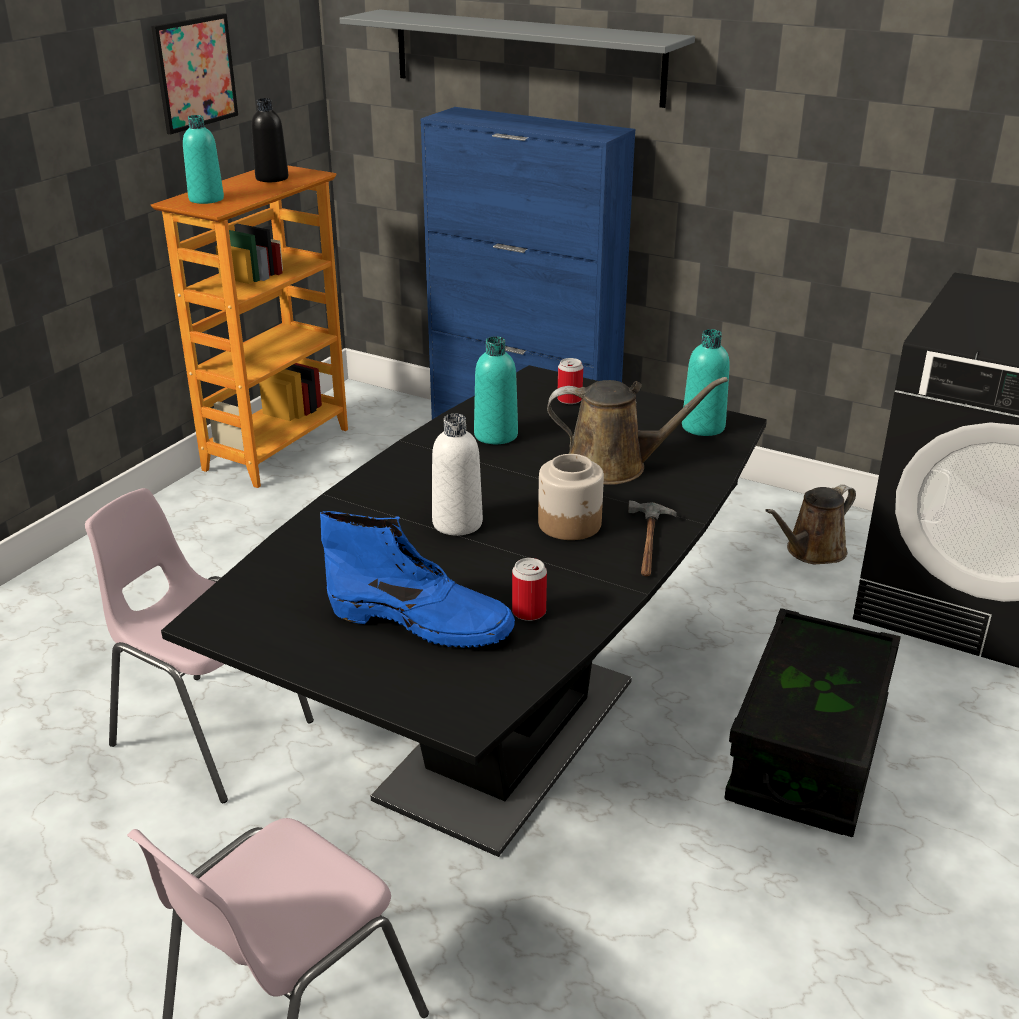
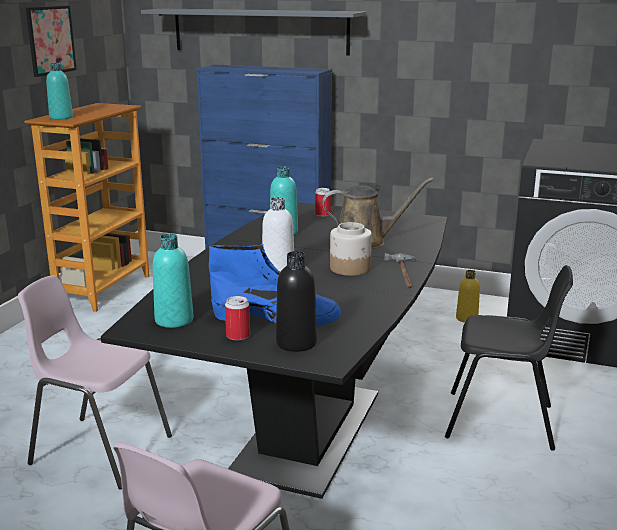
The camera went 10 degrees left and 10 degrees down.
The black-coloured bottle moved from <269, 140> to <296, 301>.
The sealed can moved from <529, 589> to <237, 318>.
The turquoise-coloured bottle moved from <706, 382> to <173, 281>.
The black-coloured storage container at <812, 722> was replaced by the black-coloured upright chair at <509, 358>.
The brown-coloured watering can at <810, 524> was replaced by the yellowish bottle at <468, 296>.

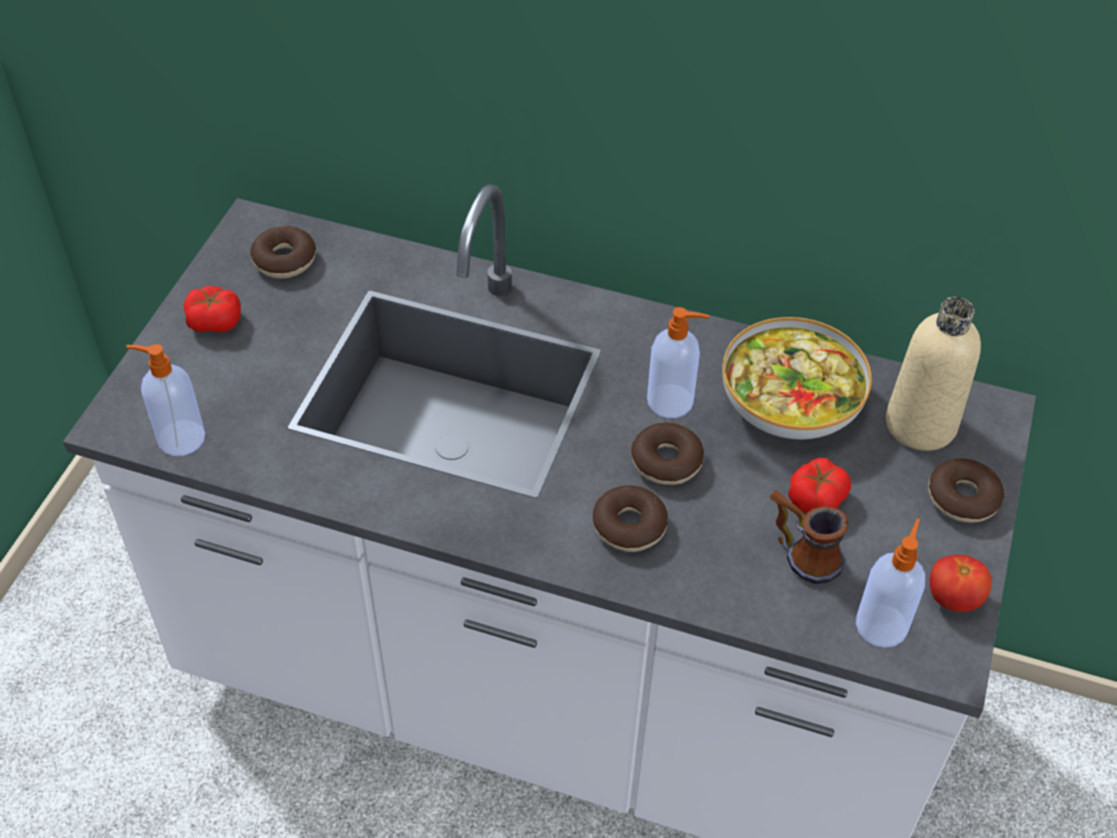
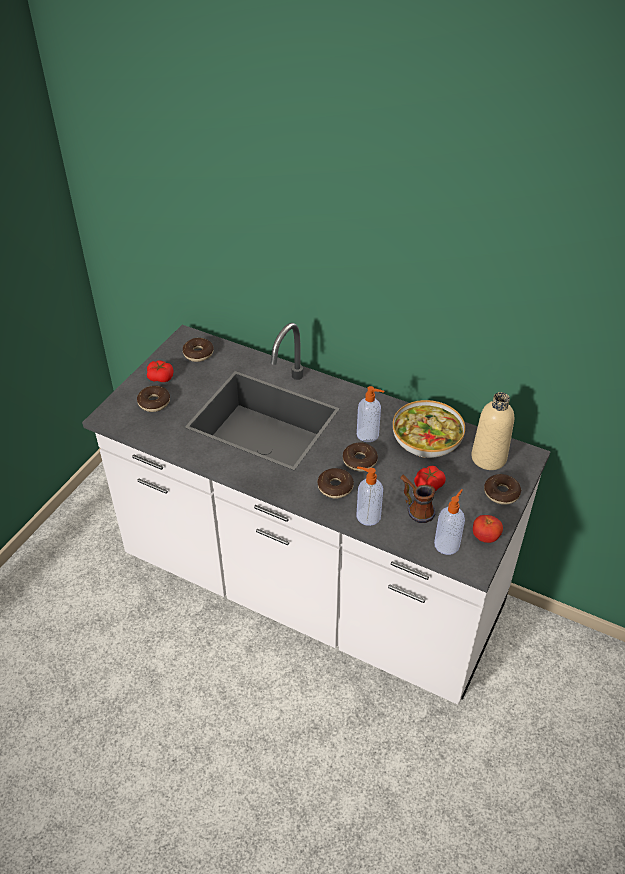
The camera went 10 degrees right and 5 degrees down.
The soap bottle moved from <165, 400> to <369, 496>.
The doughnut at <153, 399> appeared.

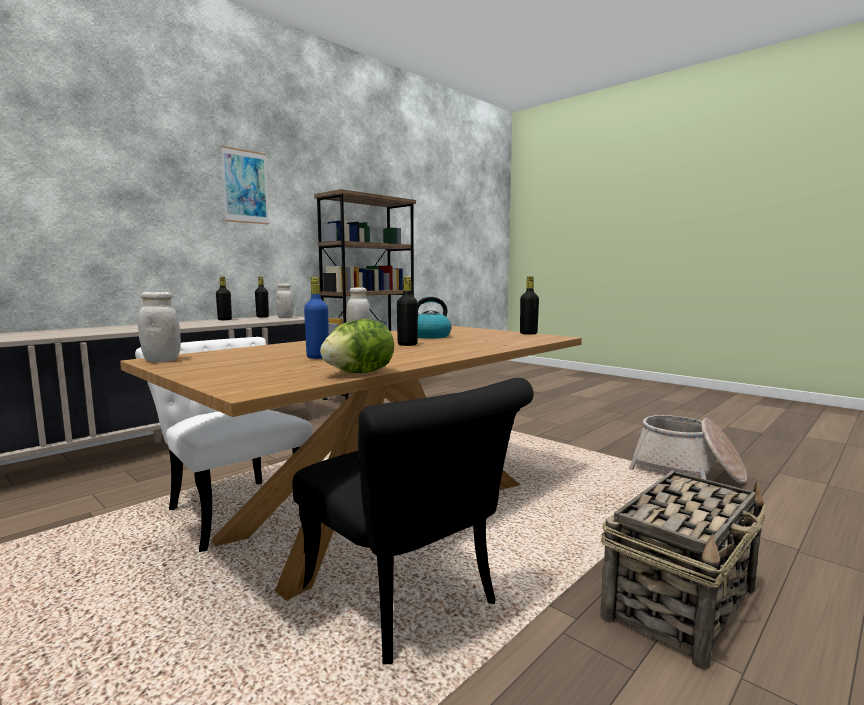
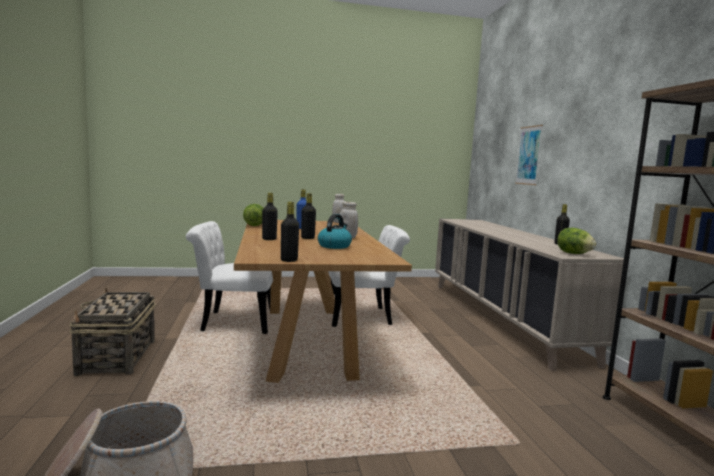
The camera went 125 degrees right and 0 degrees up.
The wall picture moved from <245, 185> to <529, 155>.
The black-coloured bottle moved from <262, 296> to <270, 216>.
The white-coloured preserve jar at <284, 300> was replaced by the lettuce at <576, 241>.
The black-coloured upright chair at <412, 521> became the white-coloured upright chair at <229, 277>.

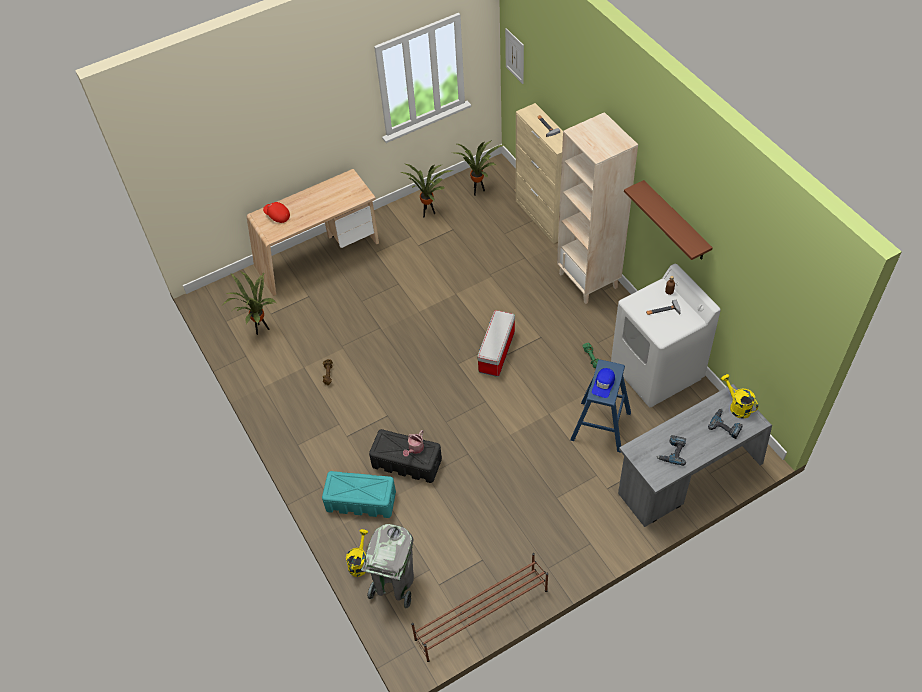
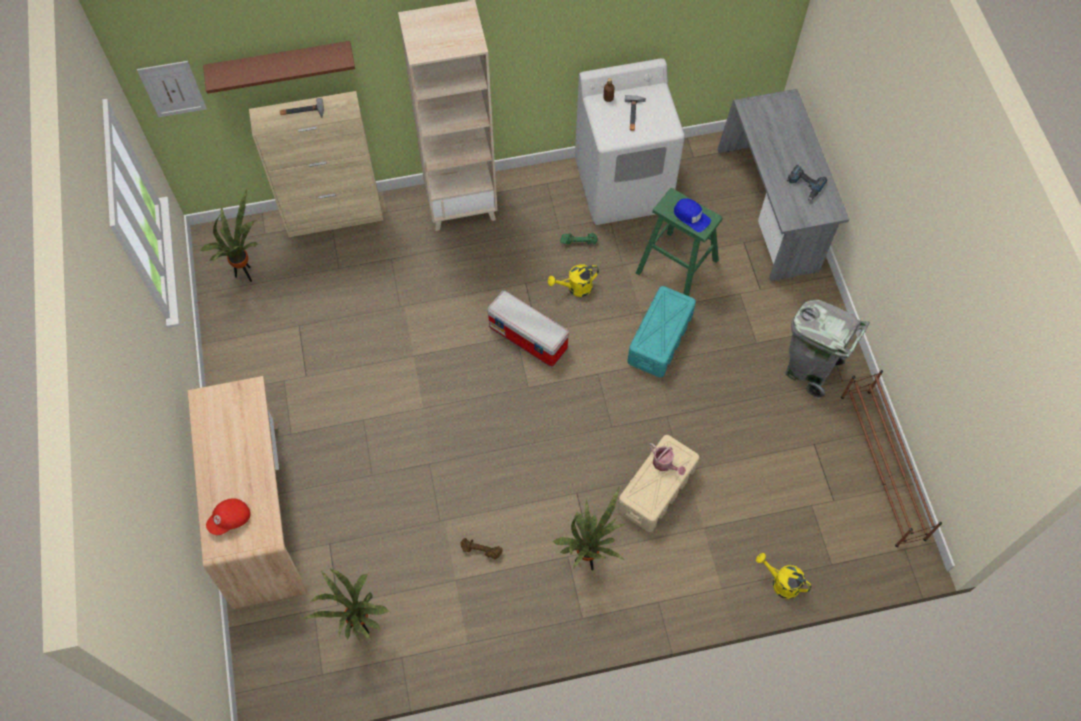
The camera went 75 degrees left and 10 degrees up.
The turquoise-coloured storage container moved from <359, 494> to <661, 332>.
The greyish trash can moved from <387, 566> to <827, 349>.
The black-coloured storage container at <405, 456> became the beige-coloured storage container at <658, 483>.
The houseplant moved from <426, 190> to <588, 528>.
The blue-coloured stool seat at <600, 406> became the greenish stool seat at <679, 242>.
The brown-coloured shelf moved from <668, 220> to <279, 67>.
The power drill at <725, 423> disappeared.
The yellowish watering can moved from <739, 396> to <573, 280>.

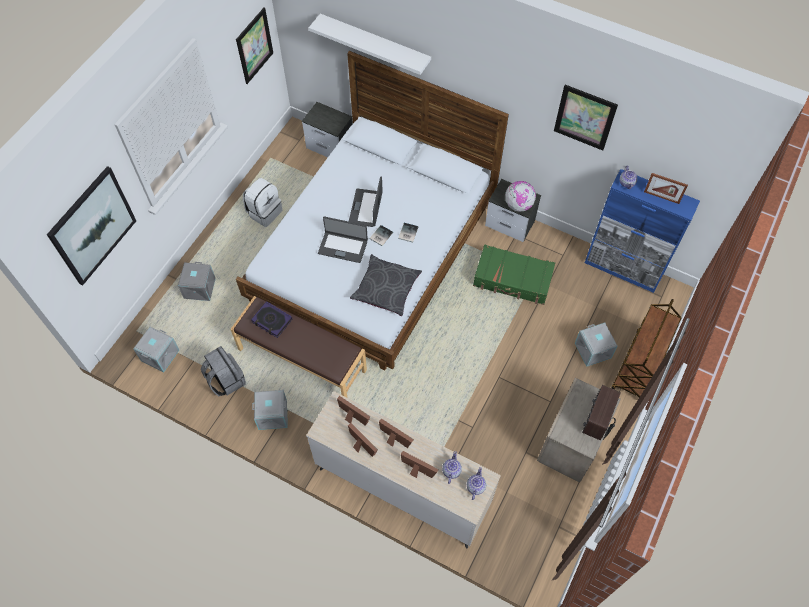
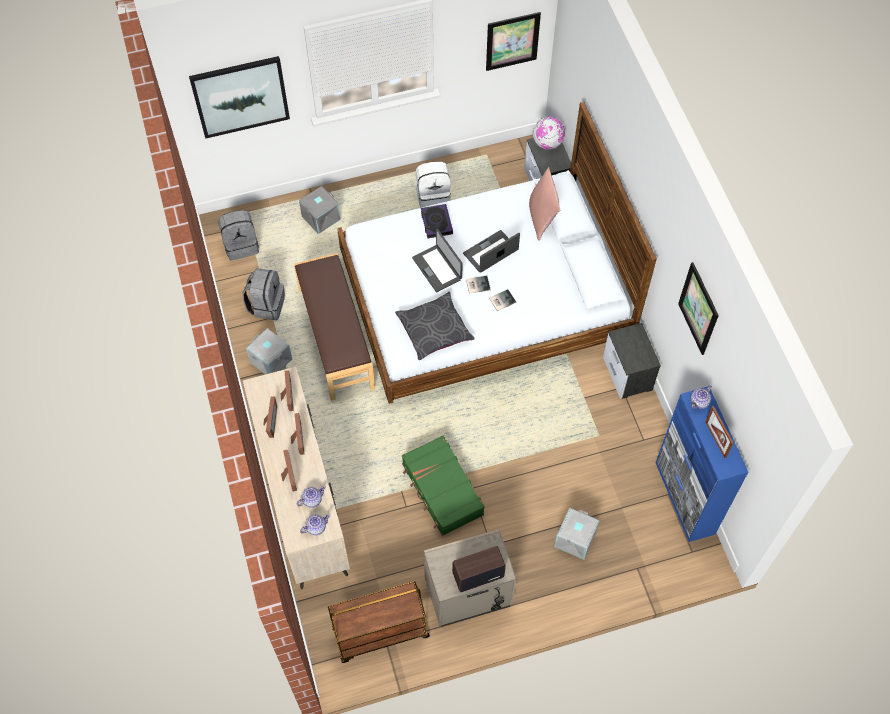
The camera went 45 degrees right and 0 degrees up.
The greyish storage container at <156, 349> was replaced by the greyish backpack at <238, 235>.
The volume moved from <272, 319> to <437, 221>.
The white-coloured shelf at <370, 44> disappeared.
The greenish travel case moved from <514, 275> to <443, 486>.
The desk globe moved from <520, 196> to <549, 133>.
The brown-coloured cart moved from <646, 348> to <379, 622>.
The pinkish pillow at <544, 204> appeared.

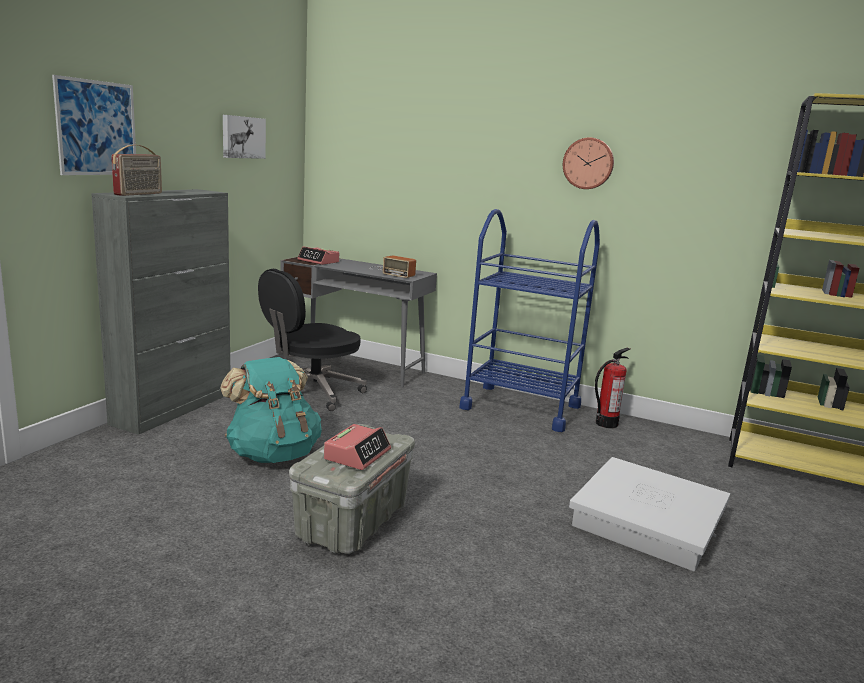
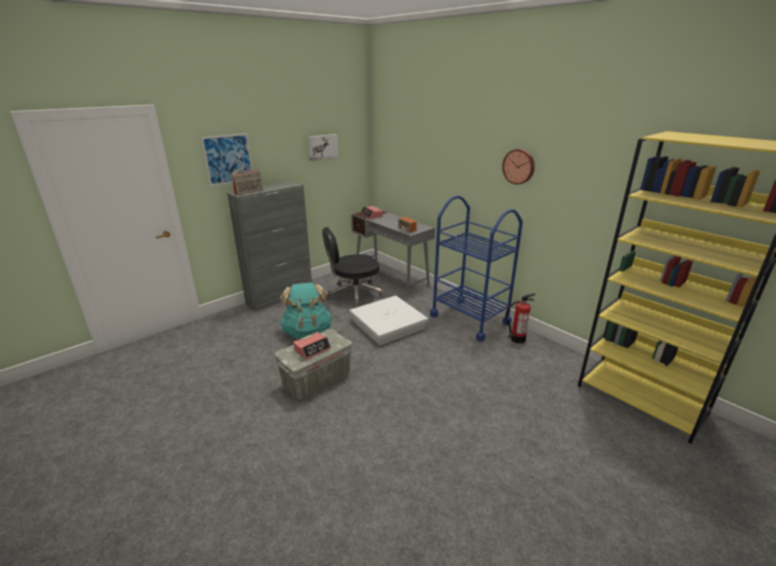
The camera went 25 degrees right and 10 degrees up.
The white-coloured storage container moved from <649, 514> to <389, 320>.

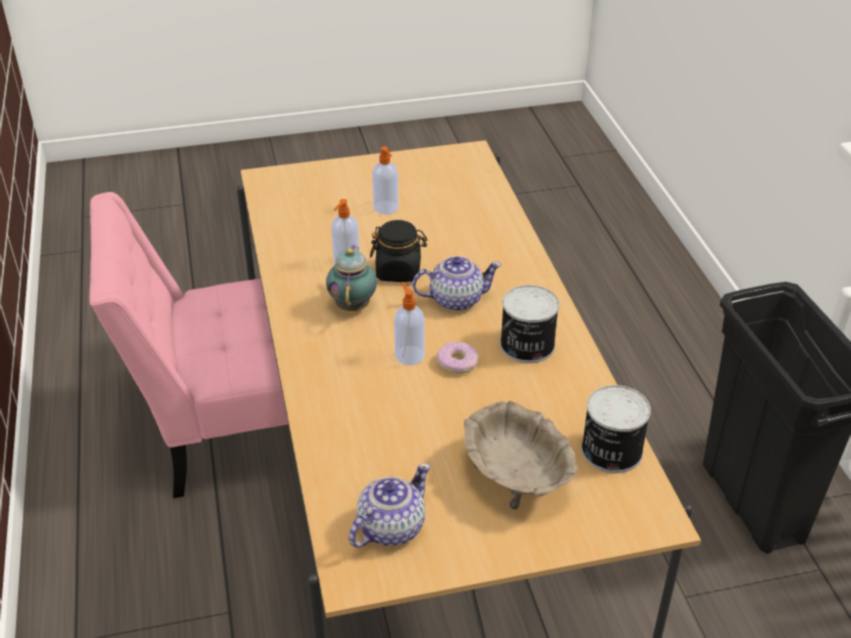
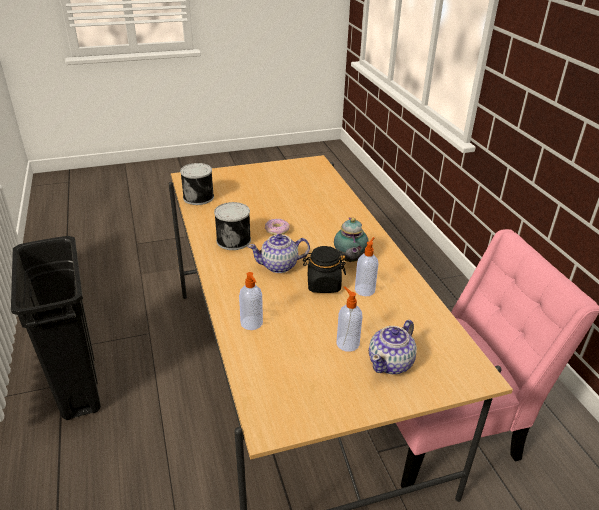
The camera went 175 degrees right and 5 degrees down.
The tea pot moved from <389, 505> to <393, 347>.
The soap bottle moved from <409, 323> to <251, 301>.
The beige-coloured bowl at <521, 455> disappeared.

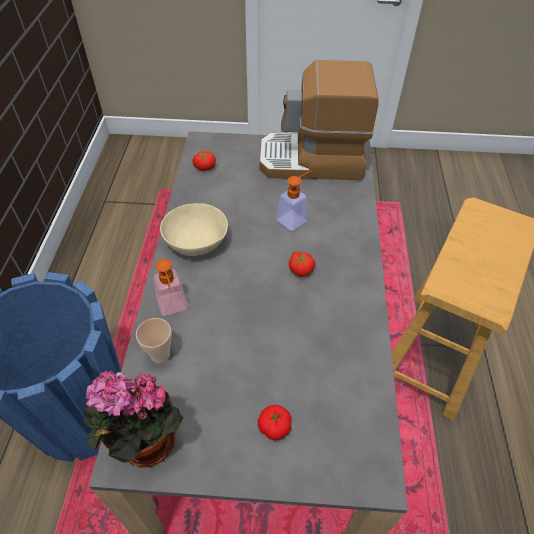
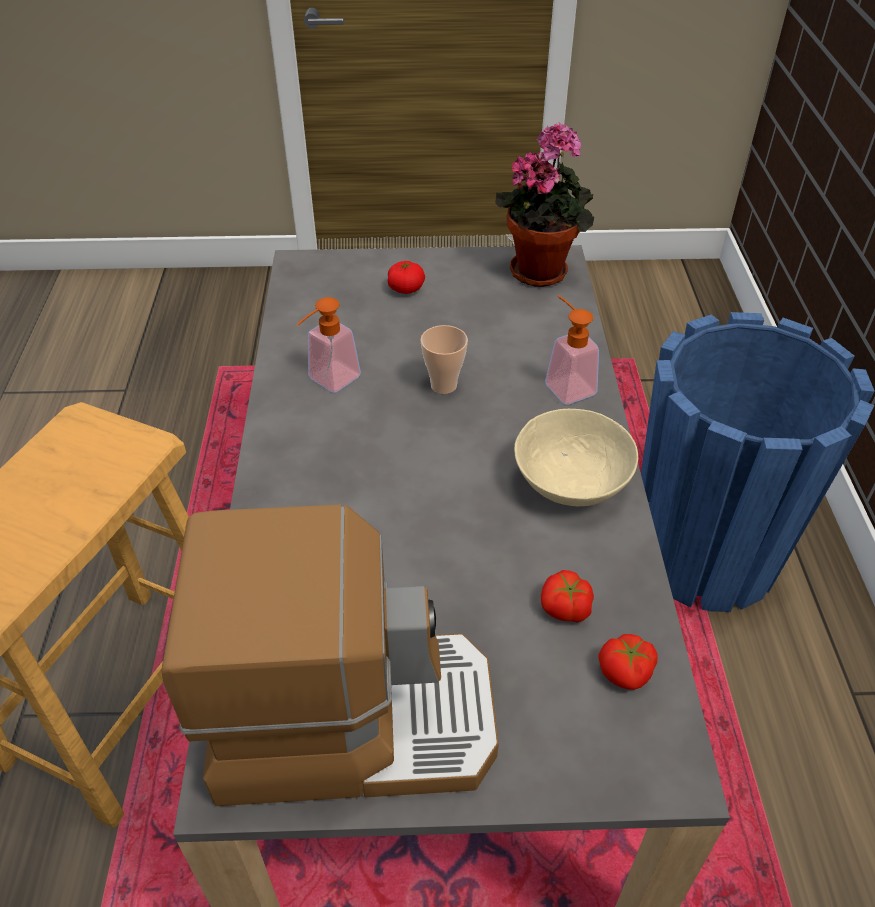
The camera went 175 degrees right and 5 degrees down.
The cup moved from <154, 340> to <444, 359>.
The soap bottle moved from <294, 201> to <329, 345>.
The whole tomato moved from <302, 264> to <567, 596>.

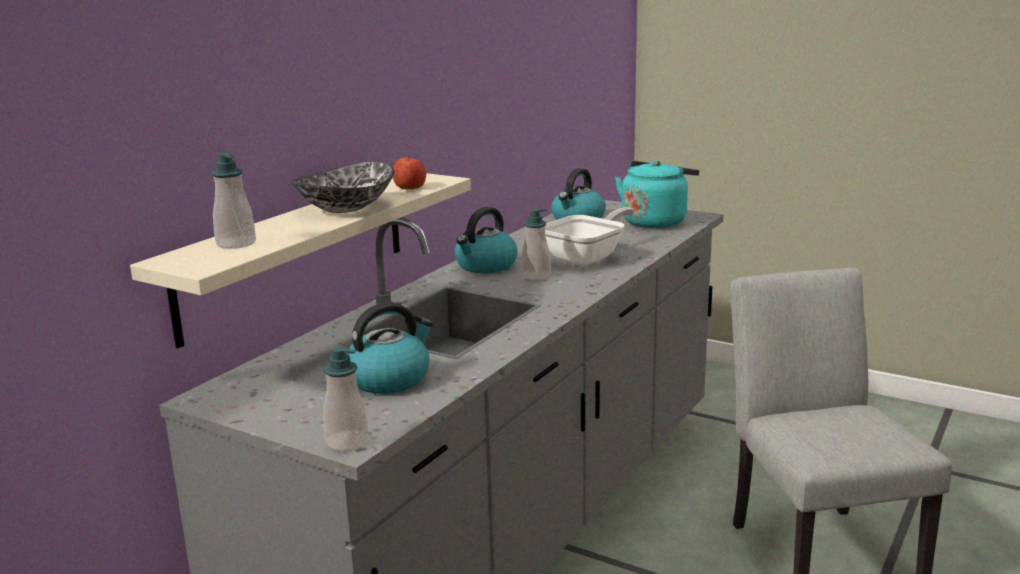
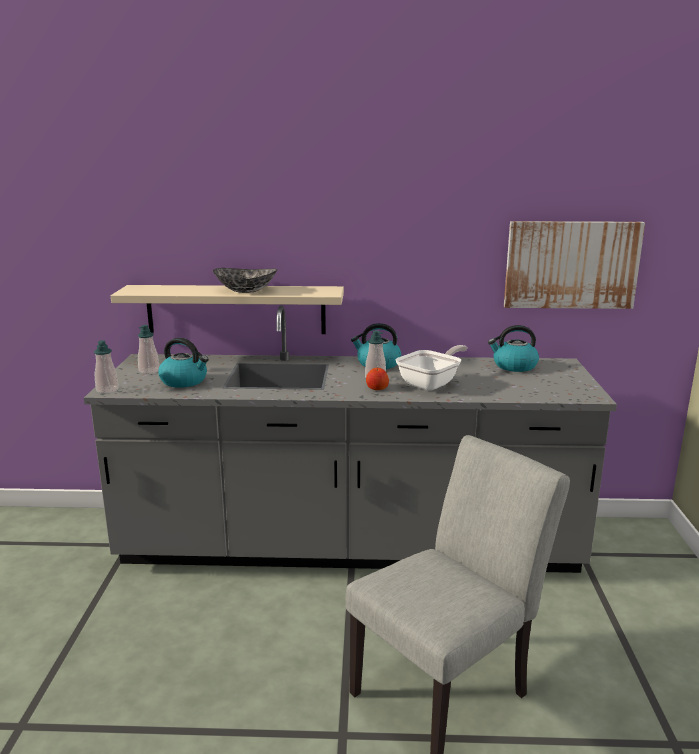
The camera went 60 degrees right and 0 degrees up.
The soap bottle moved from <234, 201> to <148, 349>.
The whole apple moved from <409, 172> to <377, 379>.
The frying pan at <589, 236> turned 60 degrees counterclockwise.
The turquoise-coloured kettle at <657, 194> disappeared.
The wall picture at <574, 265> appeared.

